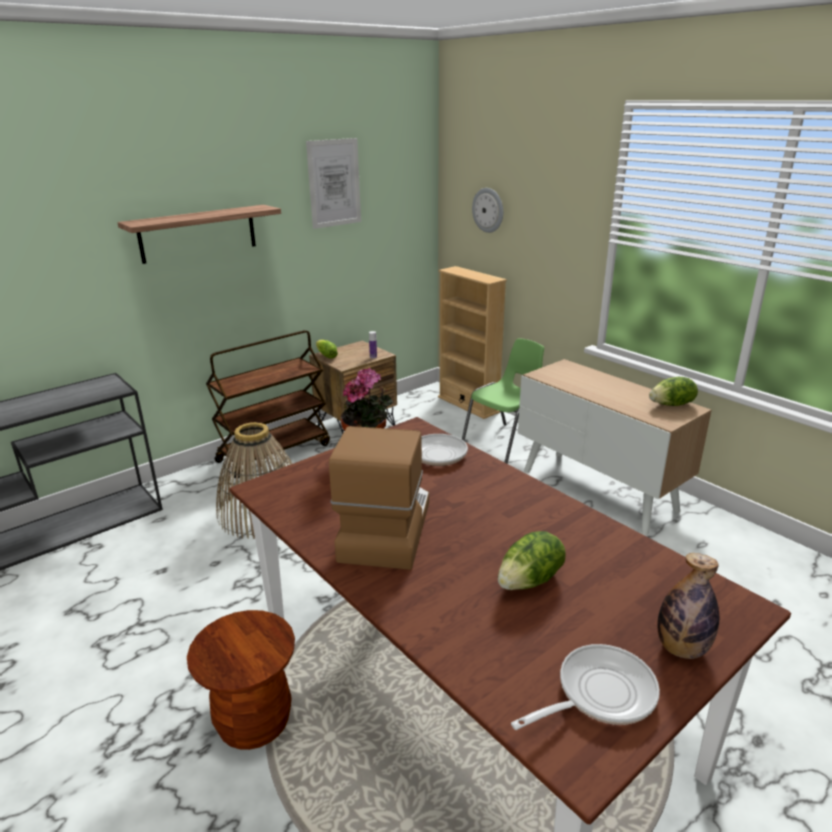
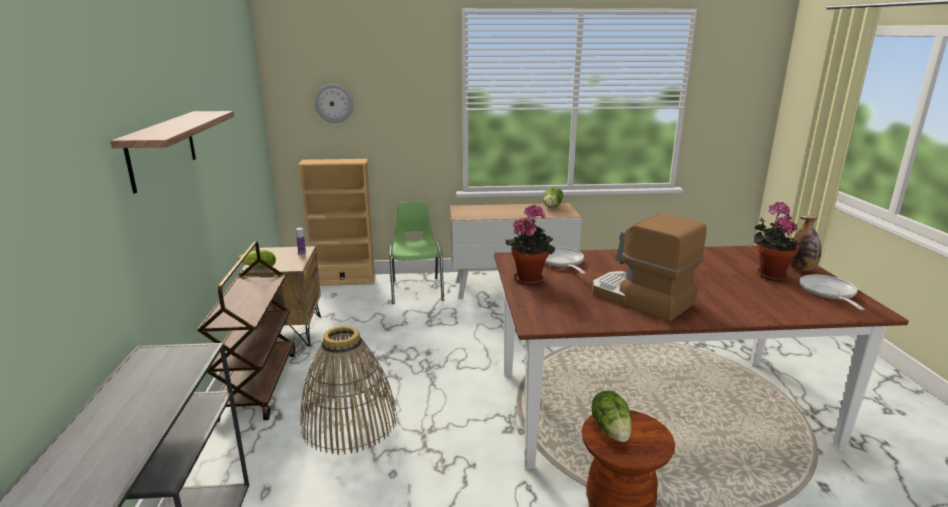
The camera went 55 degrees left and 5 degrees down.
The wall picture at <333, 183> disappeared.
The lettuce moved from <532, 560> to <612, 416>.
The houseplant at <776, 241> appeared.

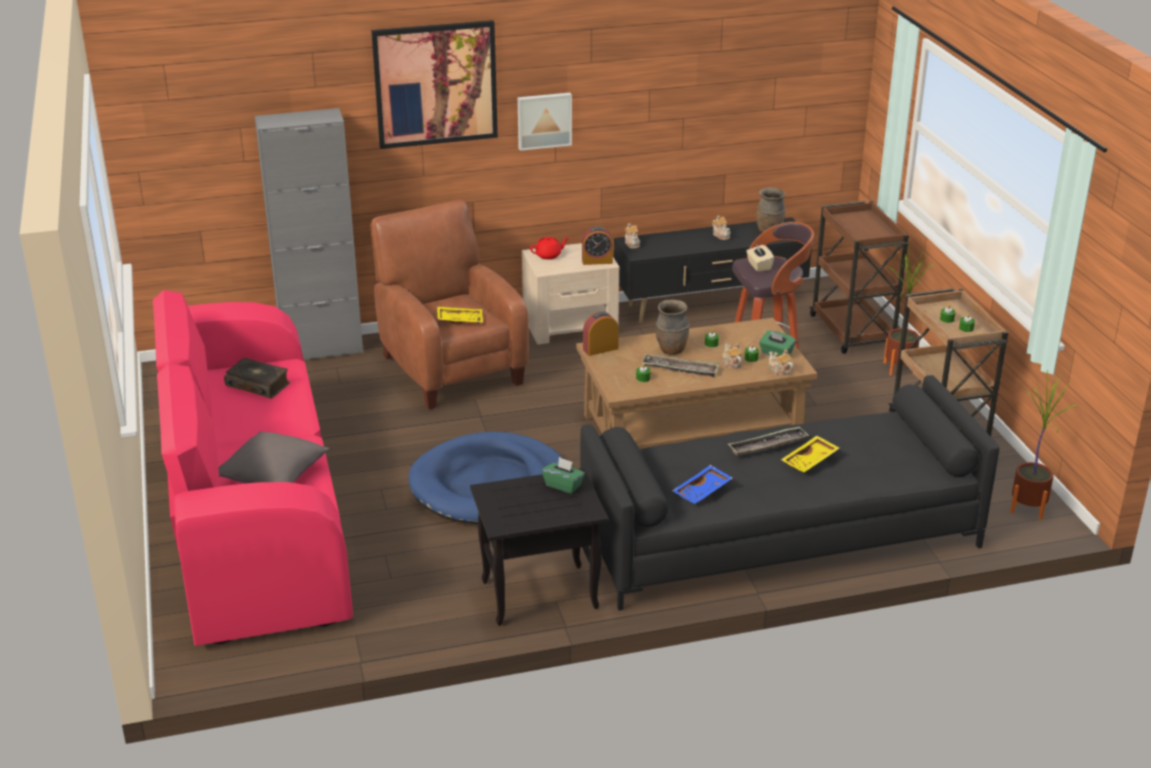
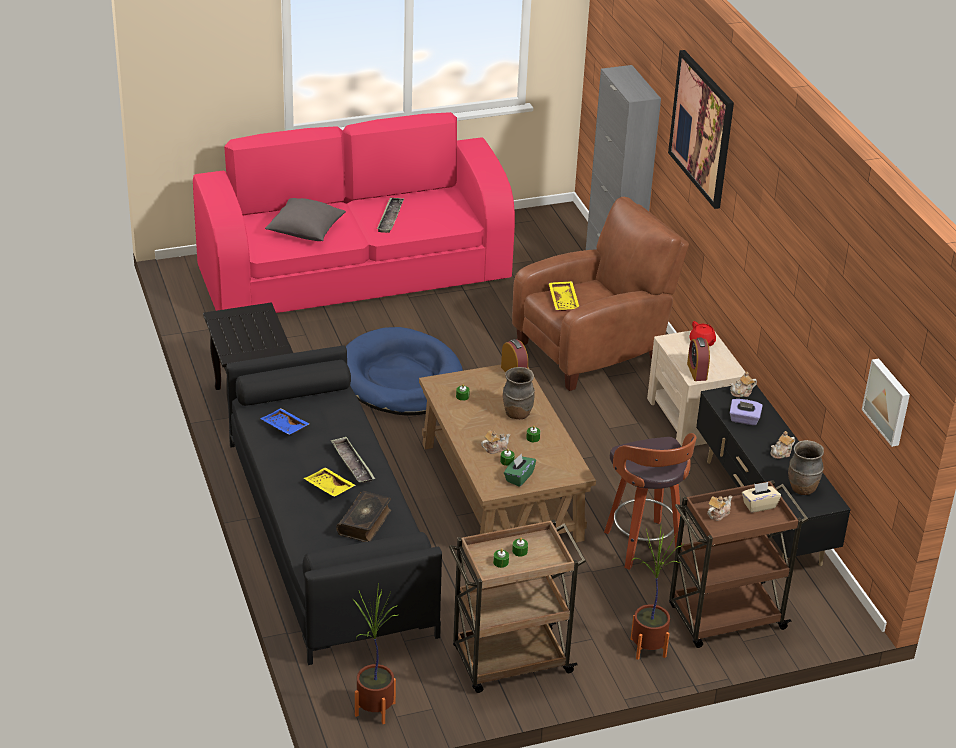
The camera went 85 degrees right and 5 degrees up.
The volume moved from <257, 378> to <363, 516>.
The wall picture moved from <545, 122> to <886, 402>.
The greenish box of tissues at <563, 475> disappeared.
The serving tray moved from <680, 365> to <390, 215>.
The beige-coloured box of tissues moved from <760, 258> to <761, 497>.
The tea pot moved from <780, 362> to <719, 508>.
The purple-coloured box of tissues at <746, 412> appeared.

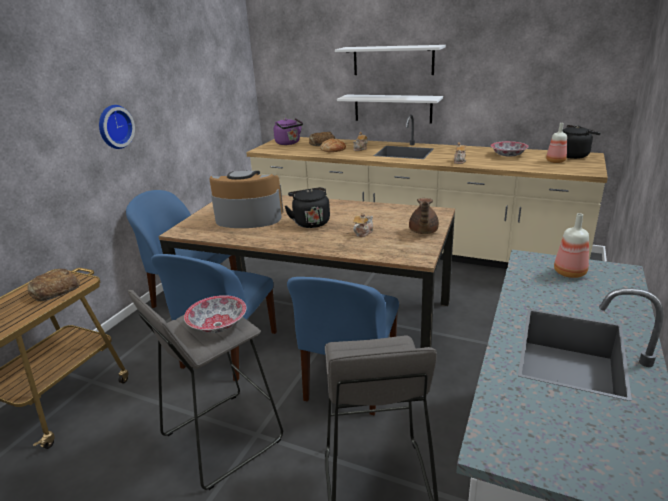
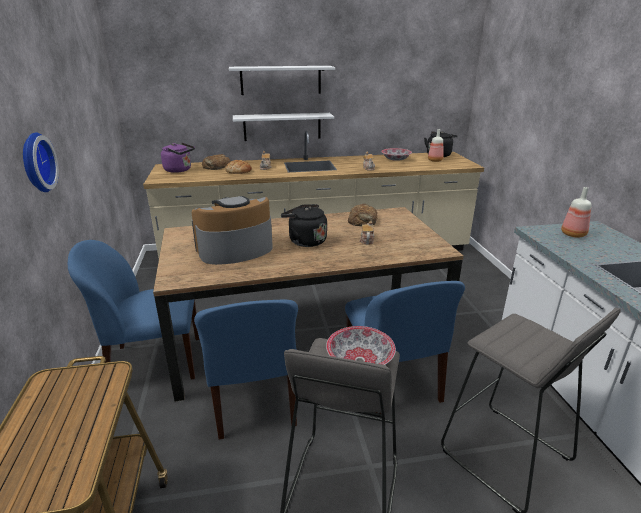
The camera went 35 degrees left and 0 degrees up.
The bakery bread moved from <53, 285> to <362, 215>.
The brown-coloured tea pot at <424, 216> disappeared.

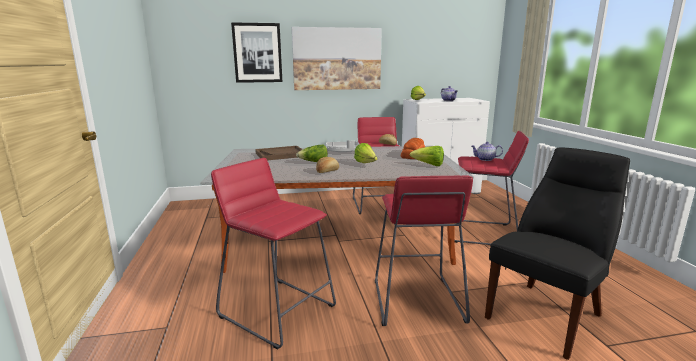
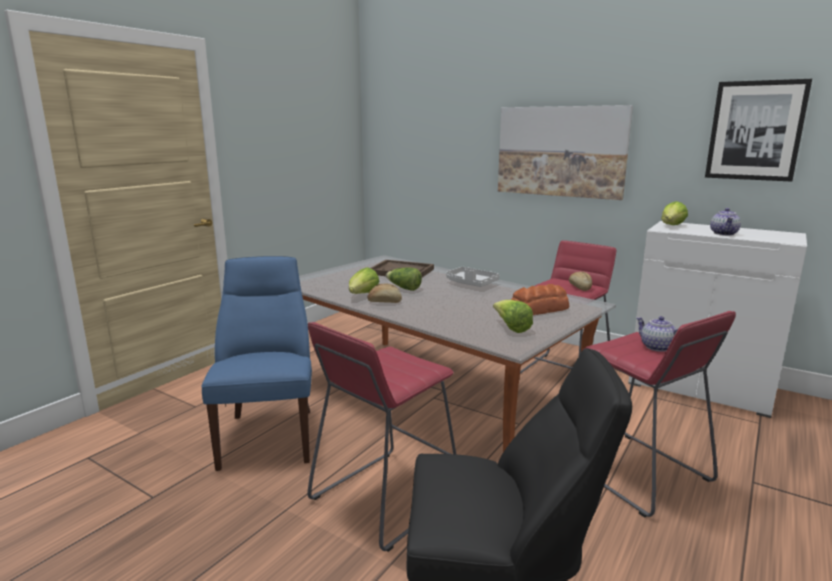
The camera went 45 degrees right and 0 degrees up.
The red stool seat at <273, 254> was replaced by the blue-coloured upright chair at <257, 363>.
The wall picture moved from <256, 52> to <758, 130>.
The lettuce moved from <366, 153> to <364, 281>.

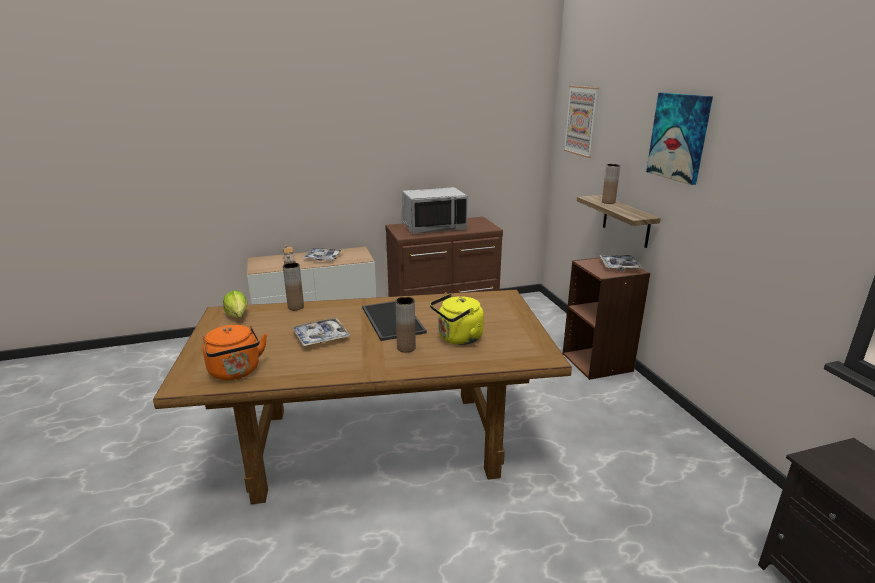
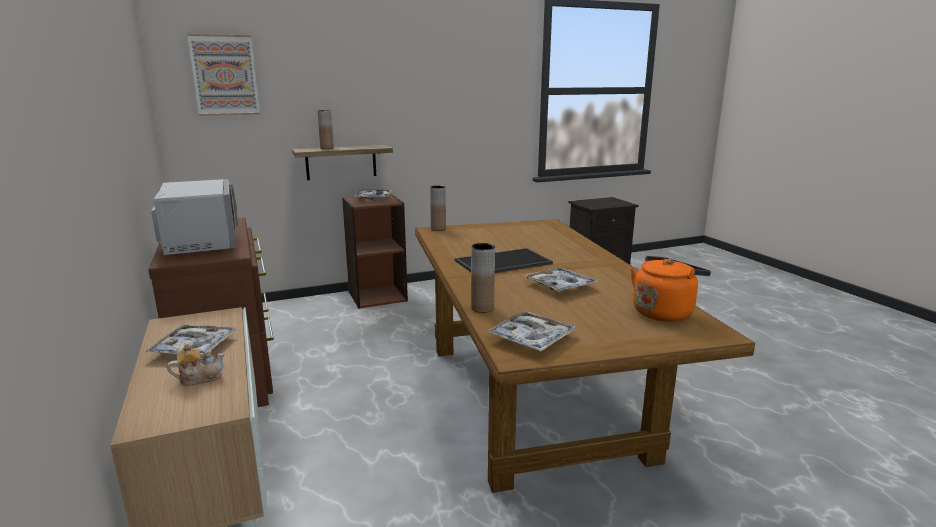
The camera went 95 degrees left and 5 degrees down.
The lettuce at <235, 304> was replaced by the serving tray at <531, 331>.
The brown-coloured vase moved from <405, 324> to <438, 208>.
The yellowish kettle at <457, 319> disappeared.
The wall picture at <679, 139> disappeared.

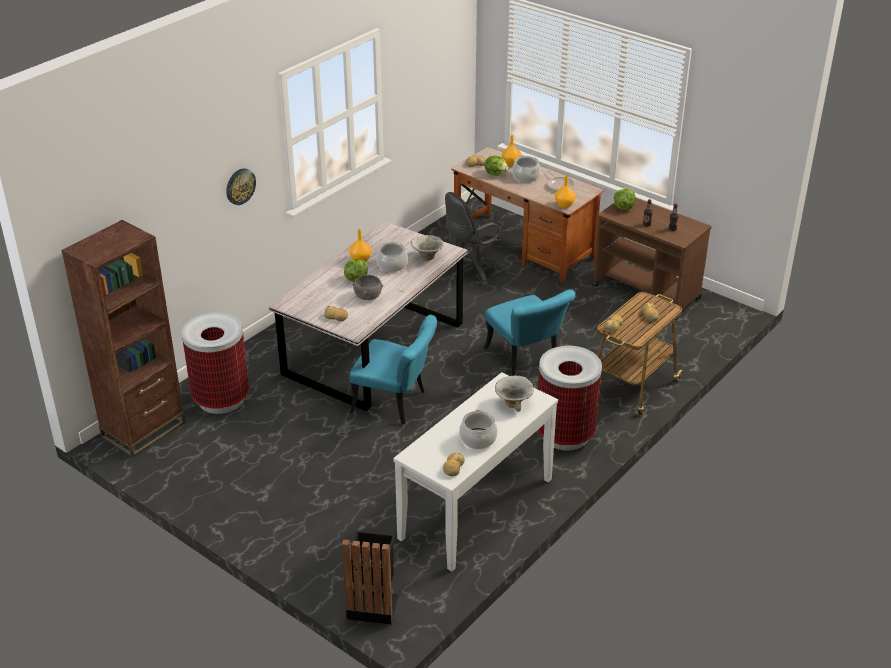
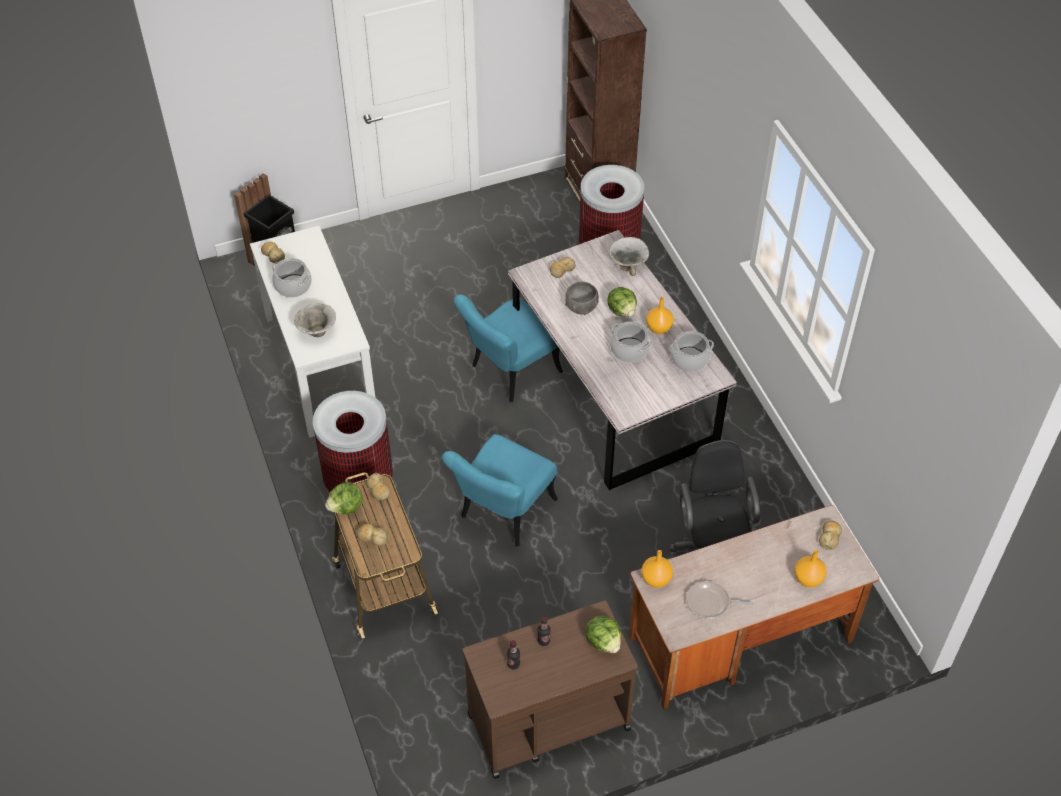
The camera went 120 degrees right and 15 degrees up.
The clock on the wall at <241, 186> disappeared.
The bowl moved from <427, 248> to <629, 256>.
The lettuce moved from <496, 166> to <344, 498>.
The turquoise-coloured upright chair at <529, 332> turned 60 degrees counterclockwise.
The stockpot moved from <526, 169> to <691, 351>.

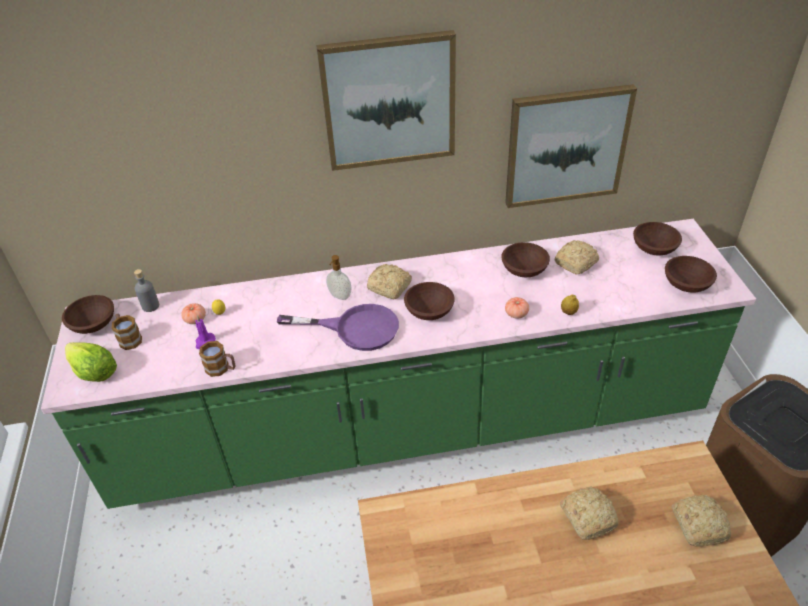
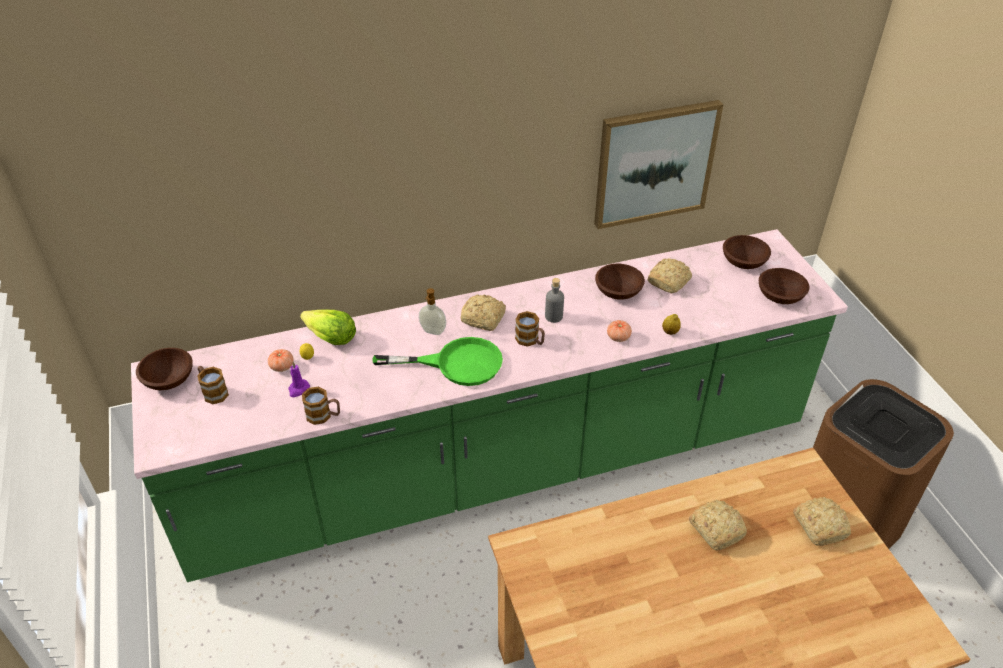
The camera went 10 degrees left and 0 degrees up.
The lettuce moved from <91, 362> to <328, 327>.
The greyish bottle moved from <146, 290> to <554, 300>.
The purple-coloured frying pan at <338, 327> became the greenish frying pan at <438, 361>.
The wall picture at <386, 100> disappeared.
The brown-coloured bowl at <429, 301> was replaced by the tea mug at <530, 329>.

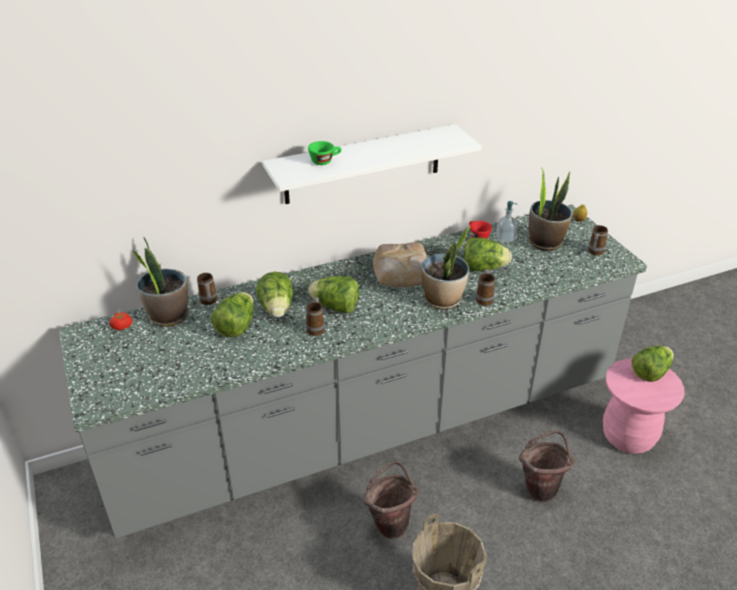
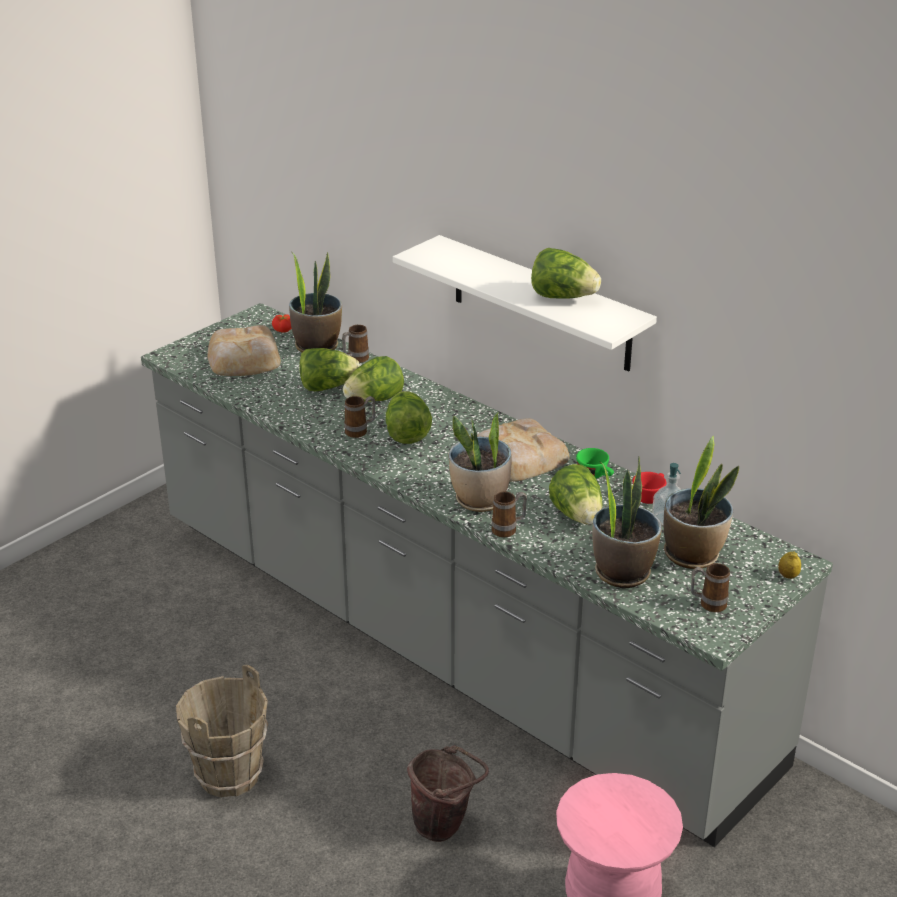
The camera went 65 degrees right and 5 degrees down.
The greenish cup moved from <325, 153> to <595, 463>.
The brown-coloured water bucket at <391, 500> disappeared.
The lettuce moved from <653, 364> to <566, 273>.
The bakery bread at <244, 350> appeared.
The houseplant at <627, 522> appeared.

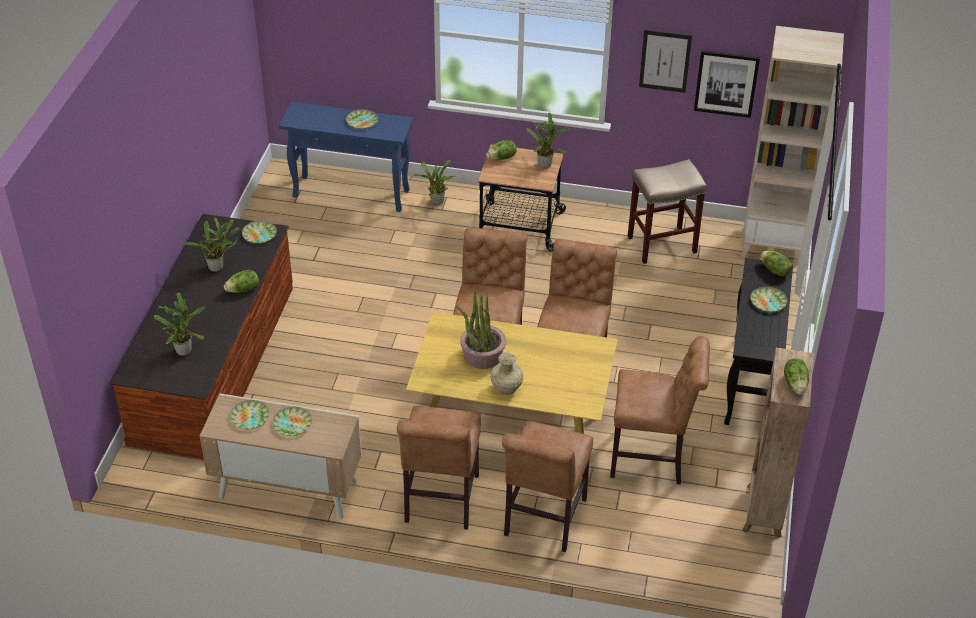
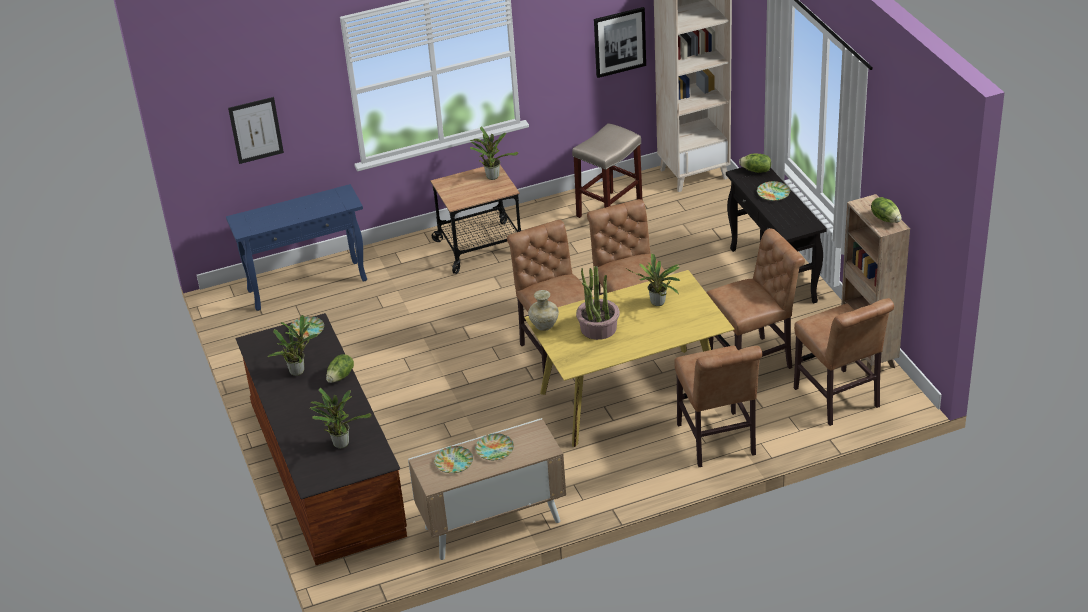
The camera went 30 degrees left and 5 degrees down.
The plate at <362, 119> disappeared.
The brown-coloured upright chair moved from <439, 468> to <844, 362>.
The houseplant moved from <434, 182> to <653, 279>.
The lettuce at <501, 150> disappeared.
The beige-coloured vase moved from <506, 373> to <543, 310>.
The wall picture moved from <665, 61> to <256, 130>.

